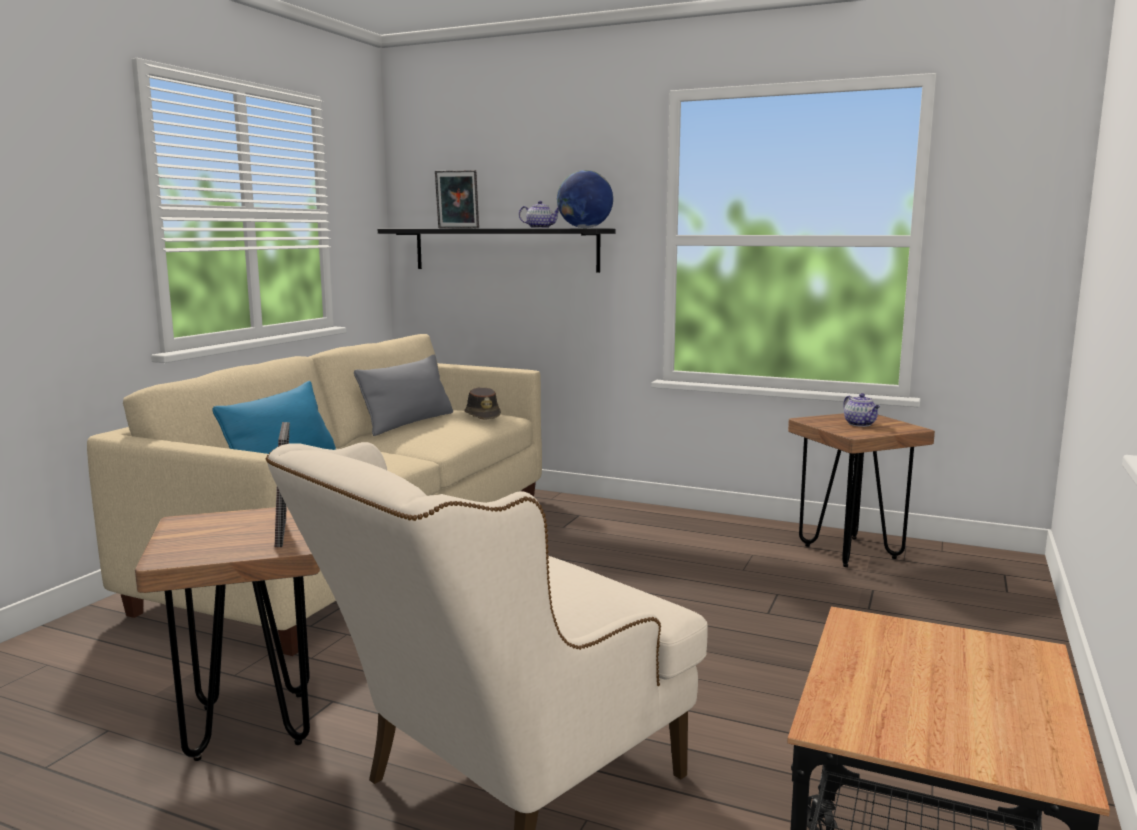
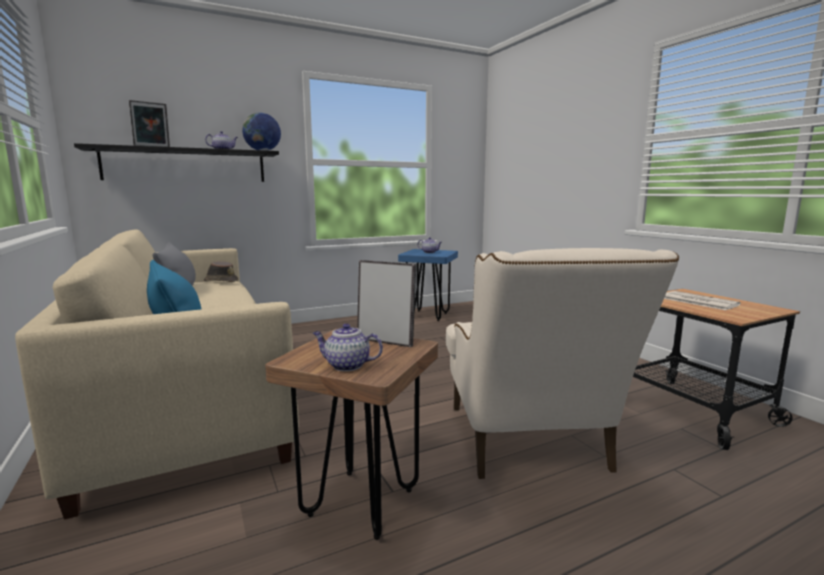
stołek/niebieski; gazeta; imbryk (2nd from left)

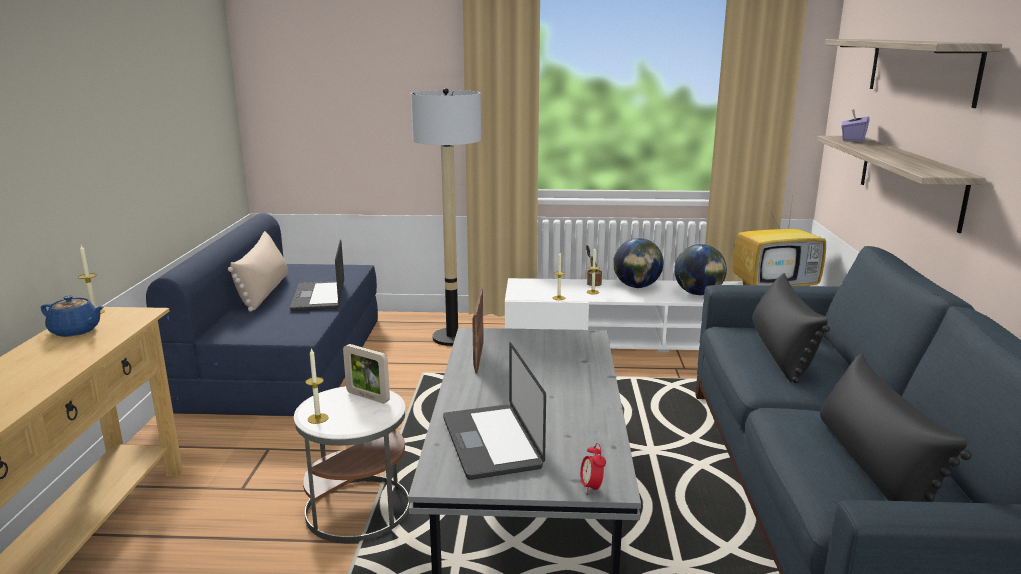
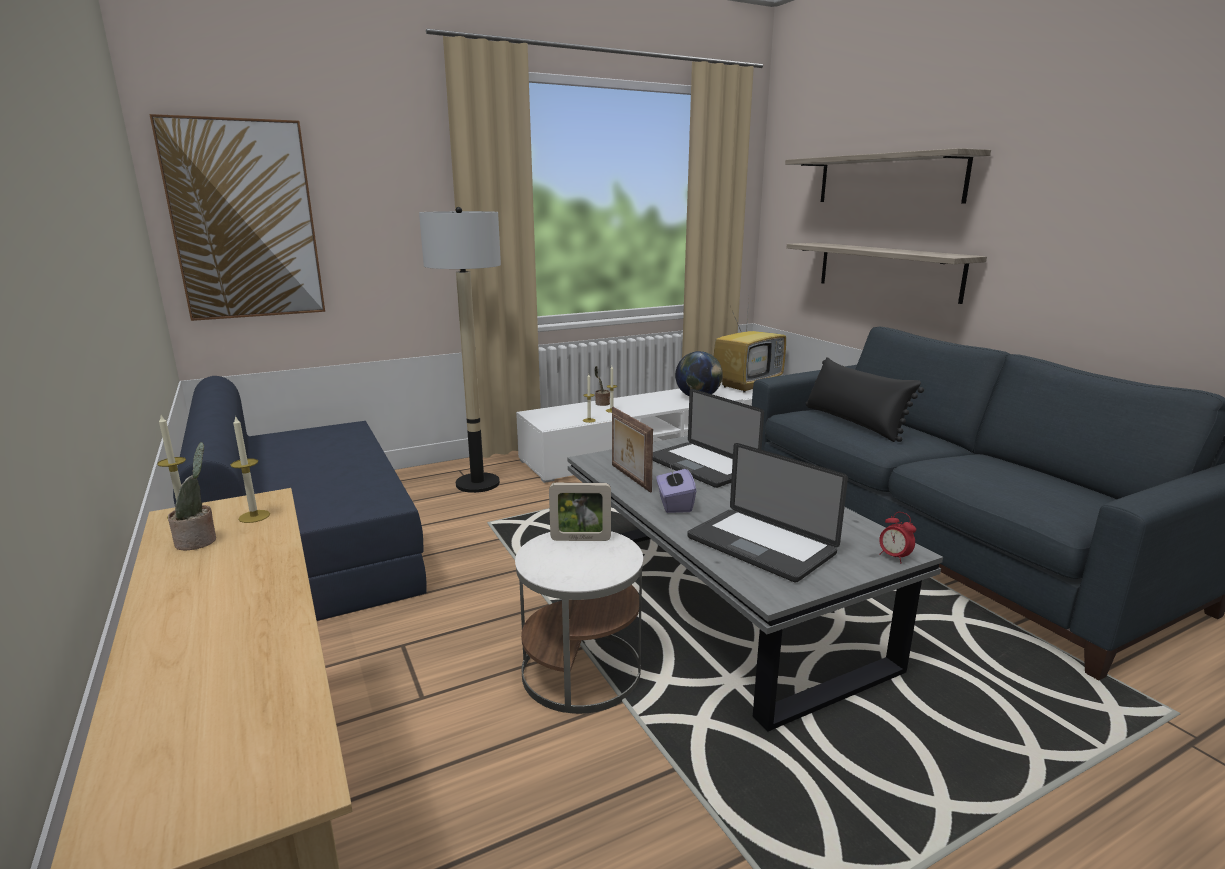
pudełko chusteczek/fioletowy; poduszka/beżowy; globus (1st from left in the first image); laptop (1st from left); roślina doniczkowa (1st from left); świeca (2nd from left); poduszka/czarny (2nd from left in the first image); obraz

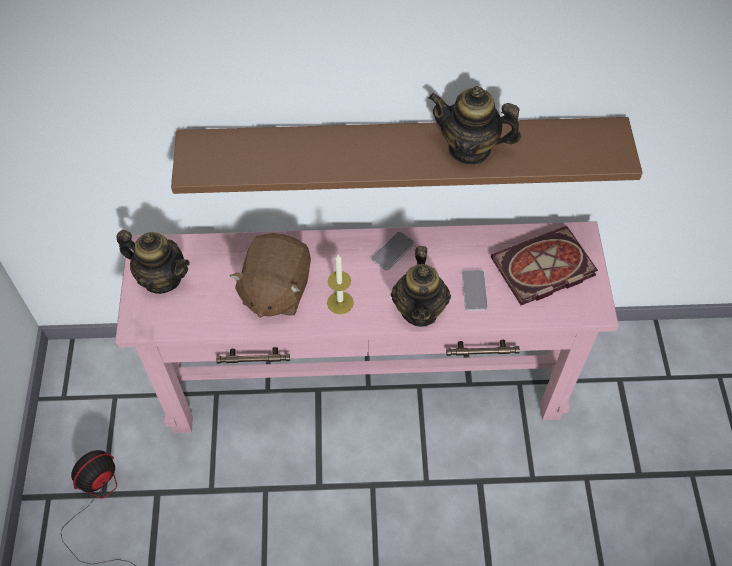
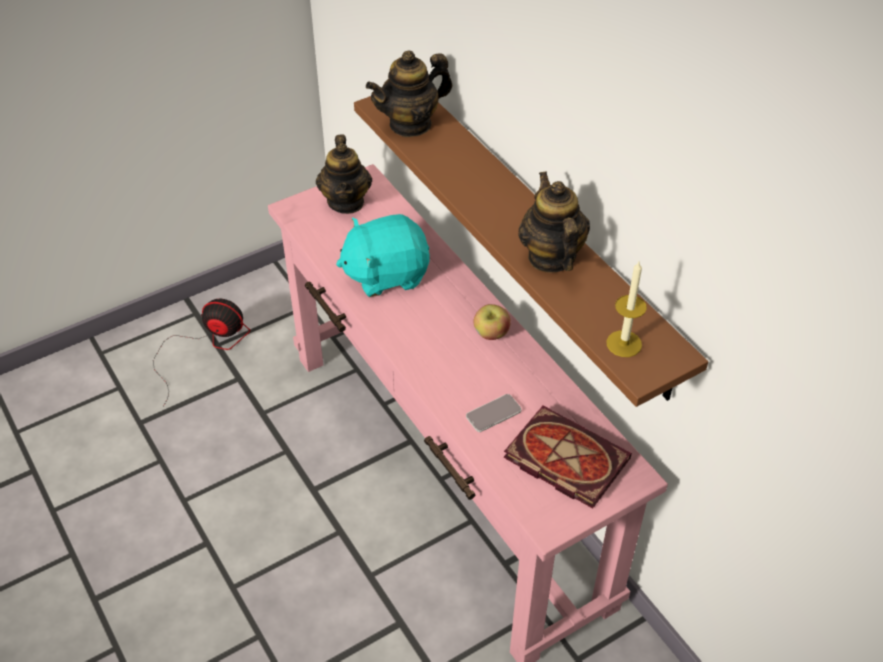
jabłko; pluszak/turkusowy; imbryk (2nd from left); świeca

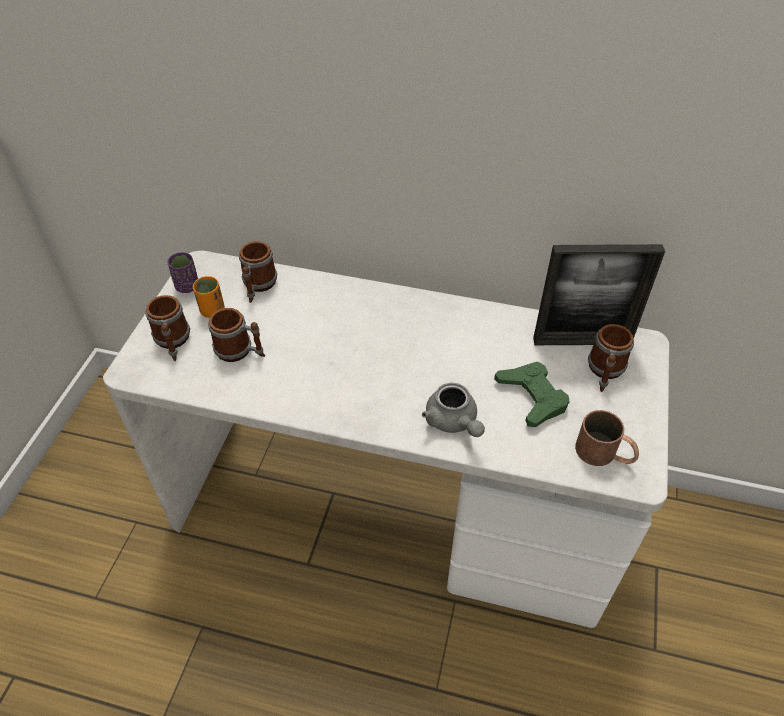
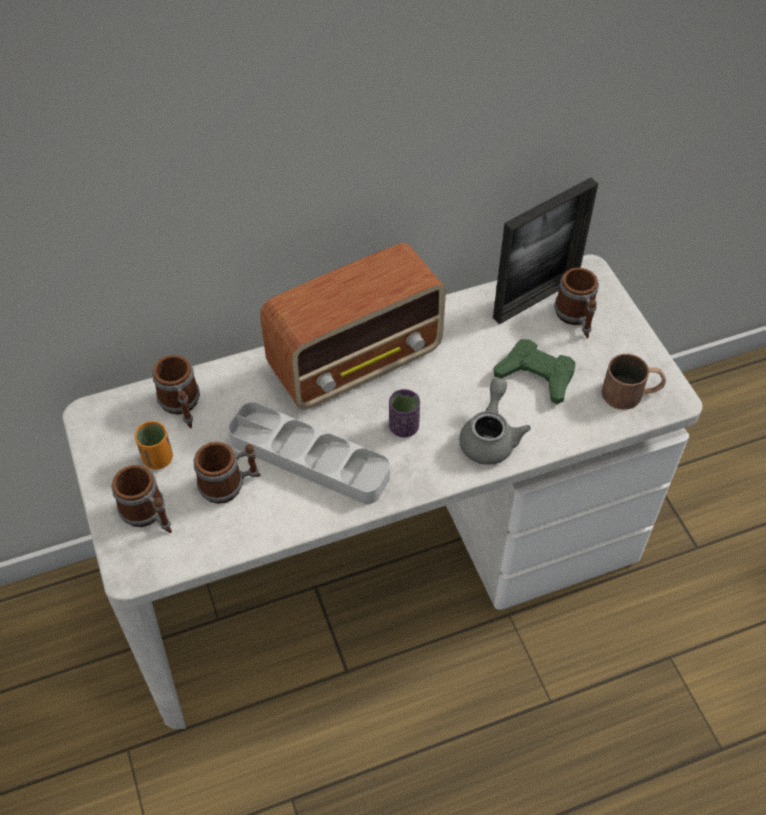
filiżanka/fioletowy; imbryk/szary; radio; taca/szary

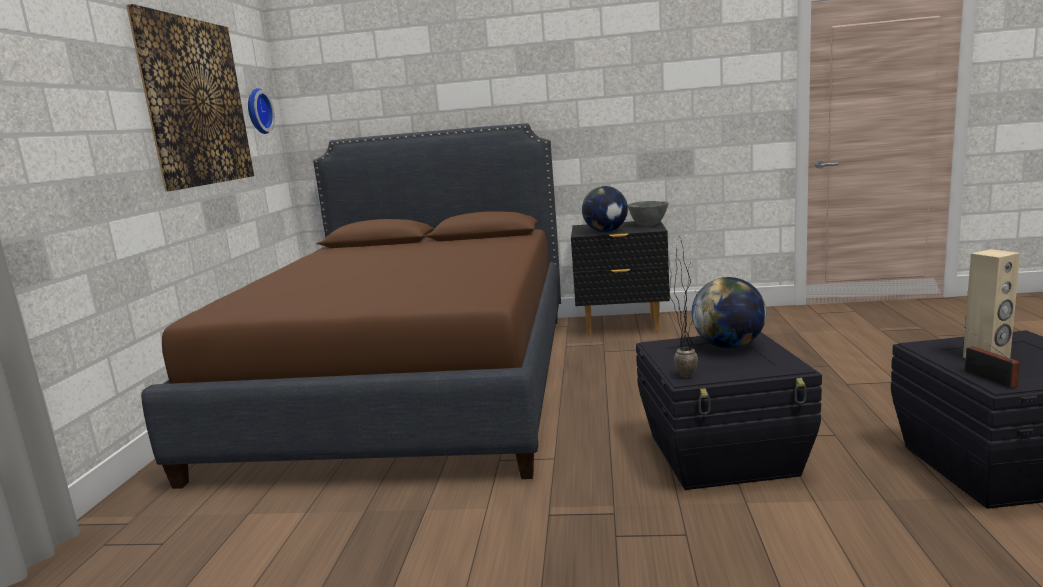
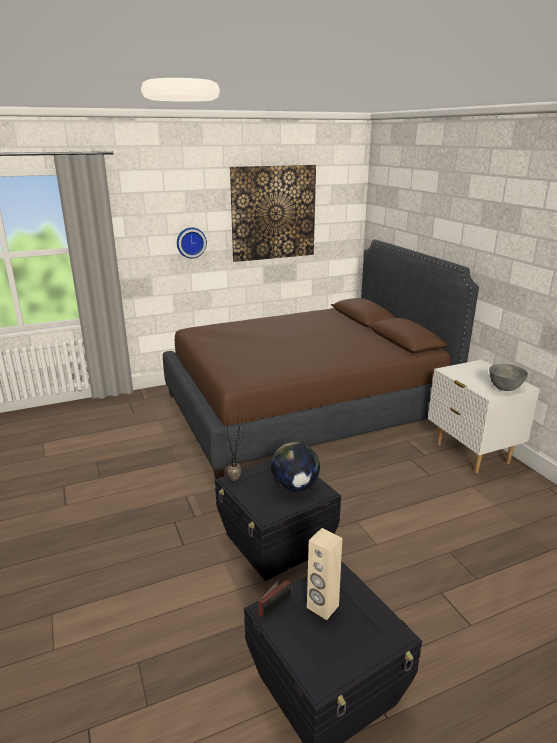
zegar ścienny; globus (1st from left in the first image); szafka nocna/biały

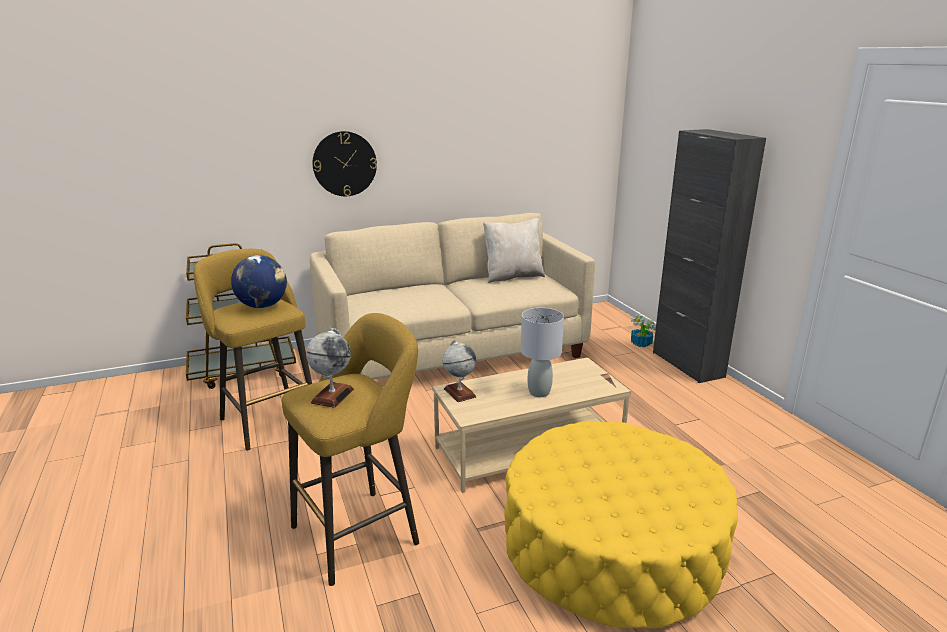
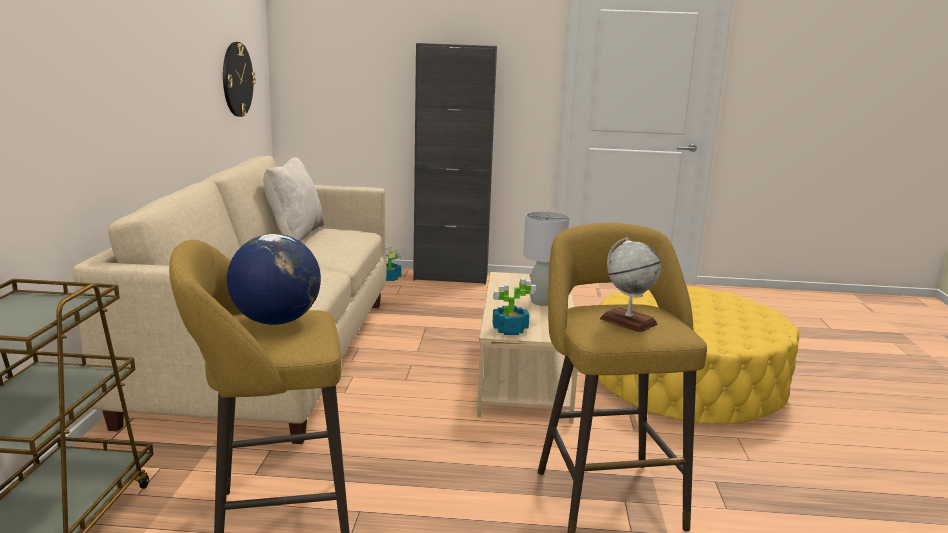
zegar ścienny; roślina doniczkowa (2nd from left)

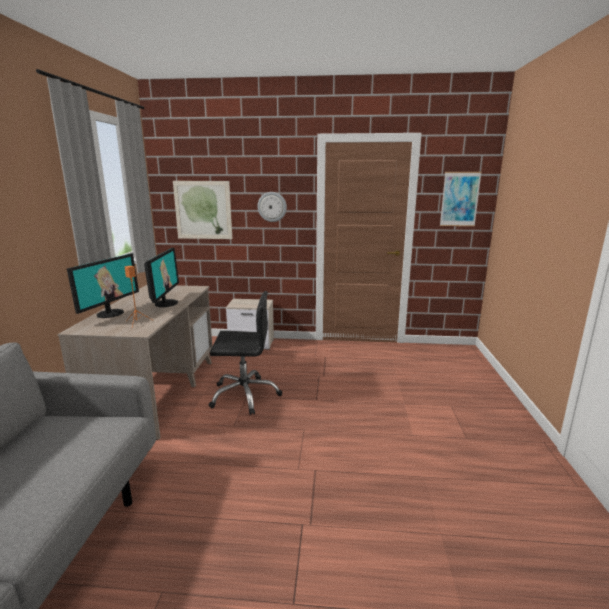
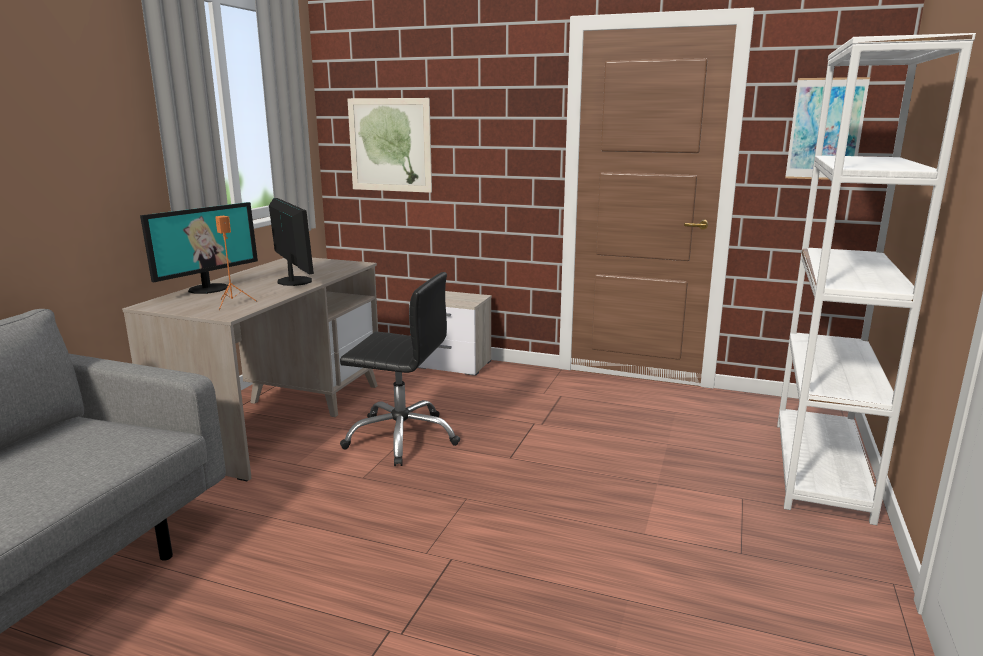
zegar ścienny; monitor (2nd from left); regał/biały

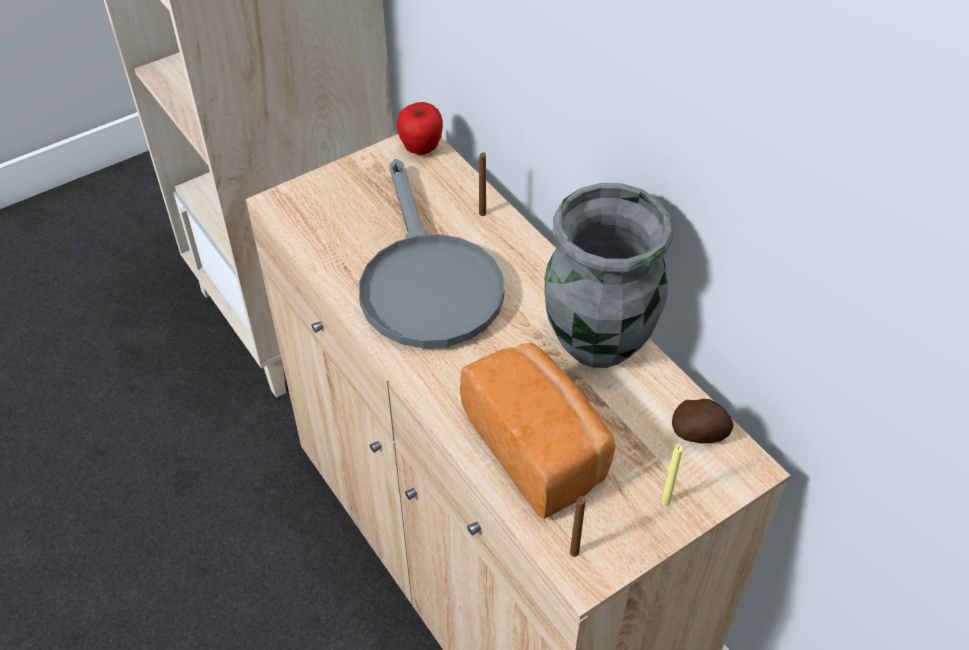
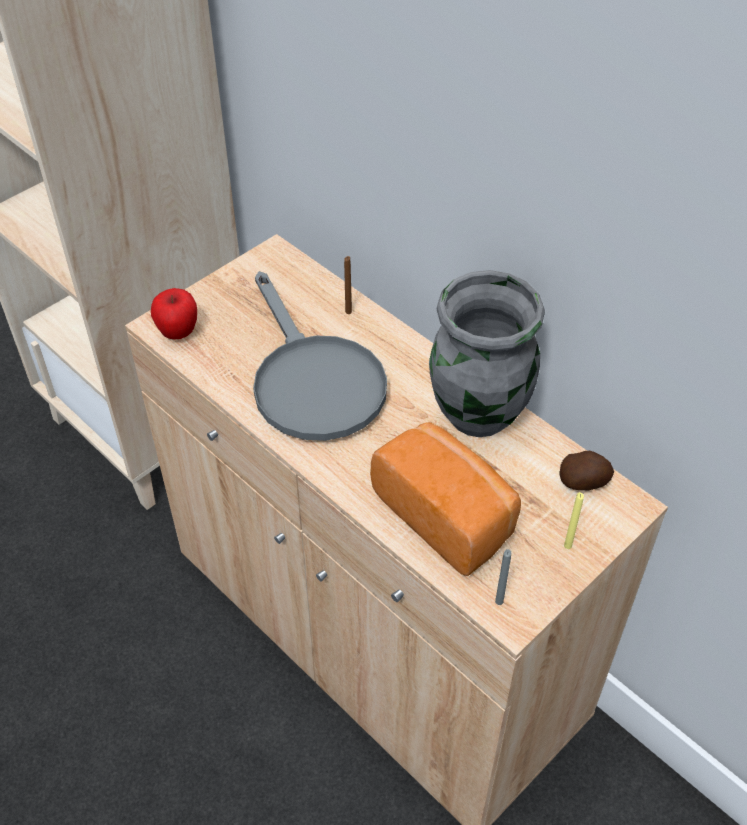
jabłko; świeca/szary

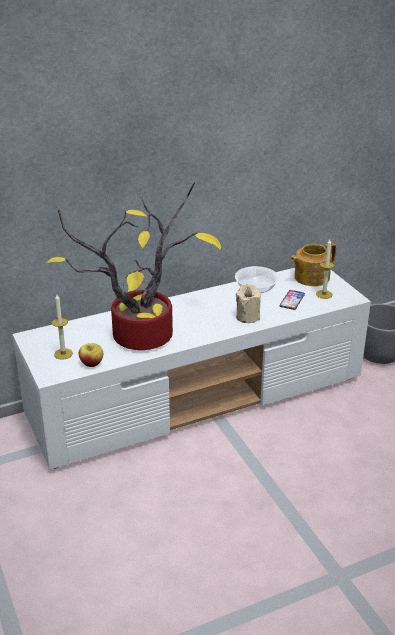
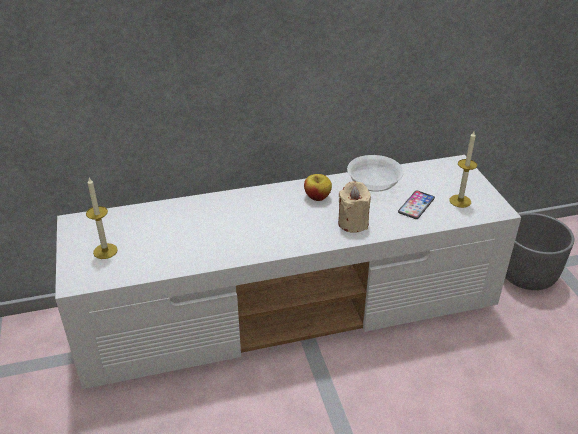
roślina doniczkowa; imbryk; jabłko

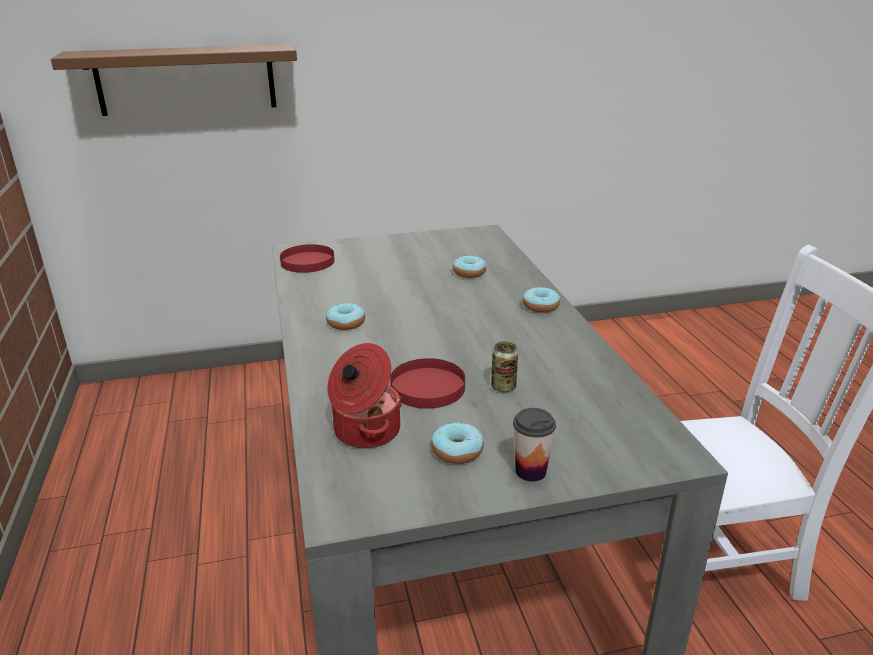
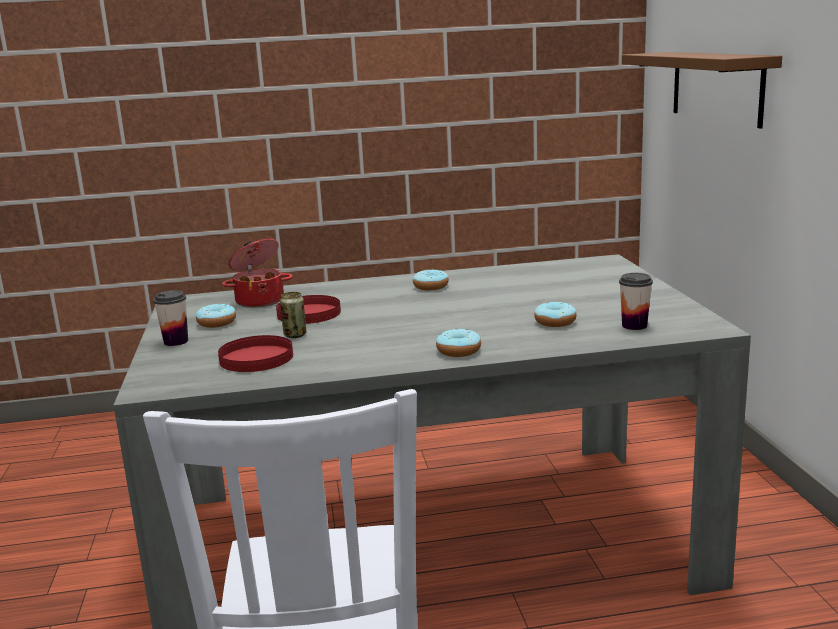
talerz/czerwony (1st from left); filiżanka (2nd from left)

